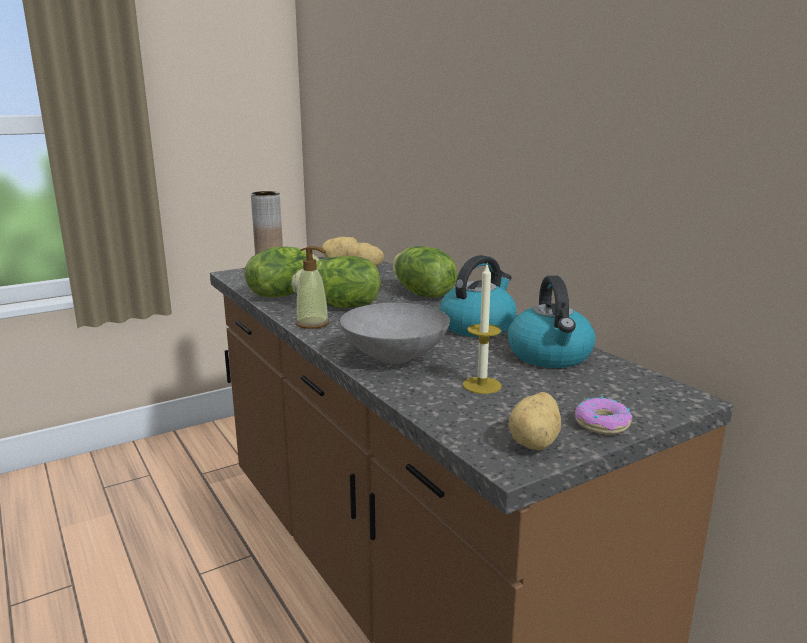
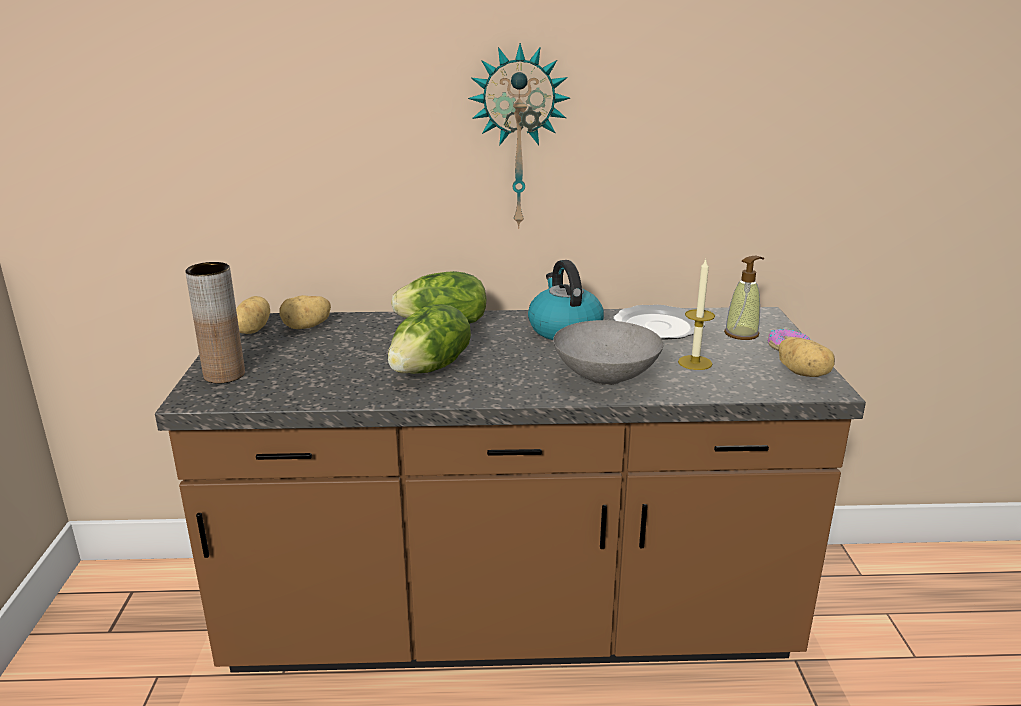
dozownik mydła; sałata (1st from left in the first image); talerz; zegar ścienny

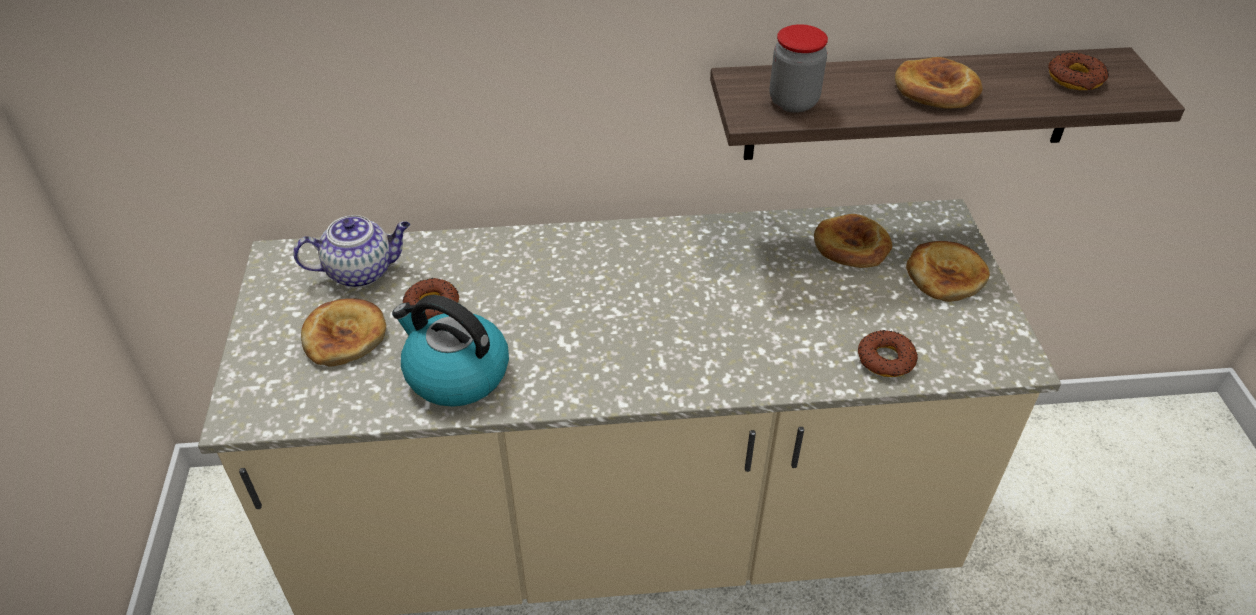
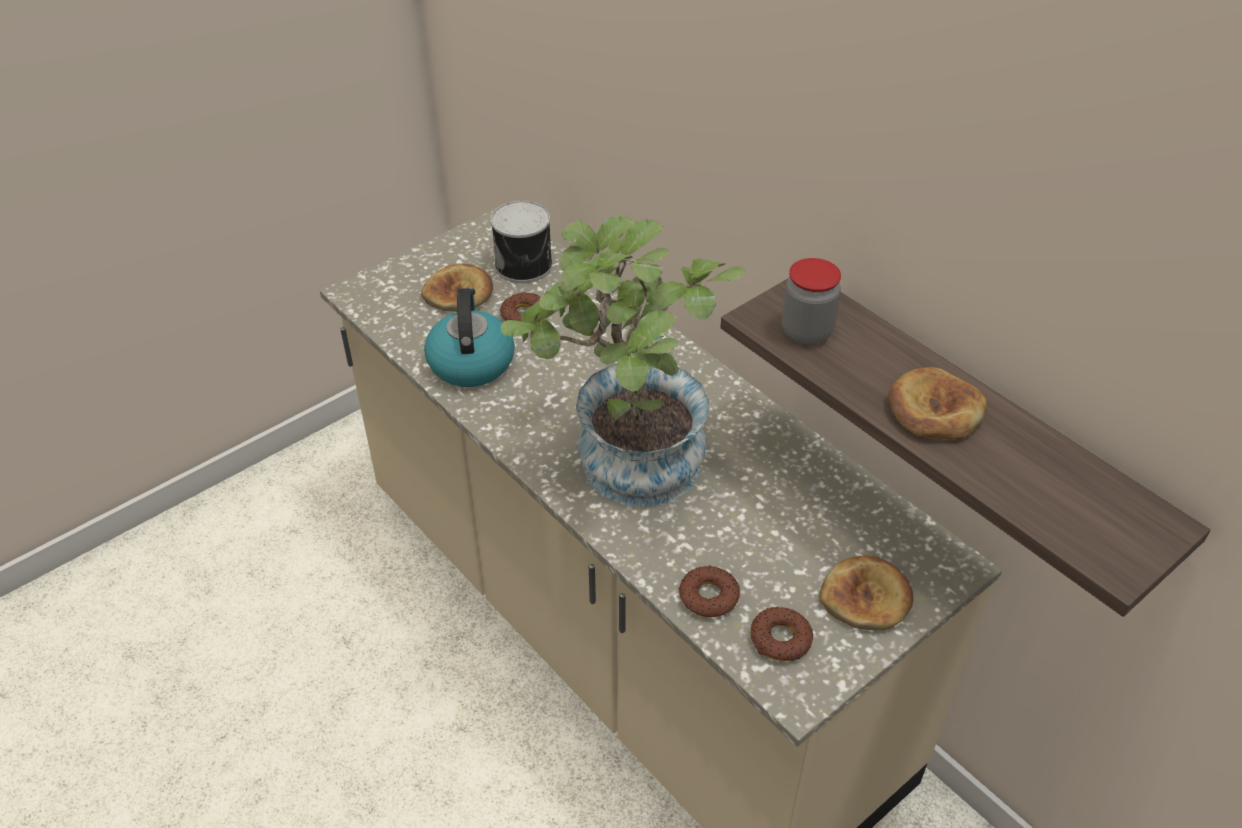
donut (3rd from left); chleb (2nd from left in the first image); puszka; roślina doniczkowa

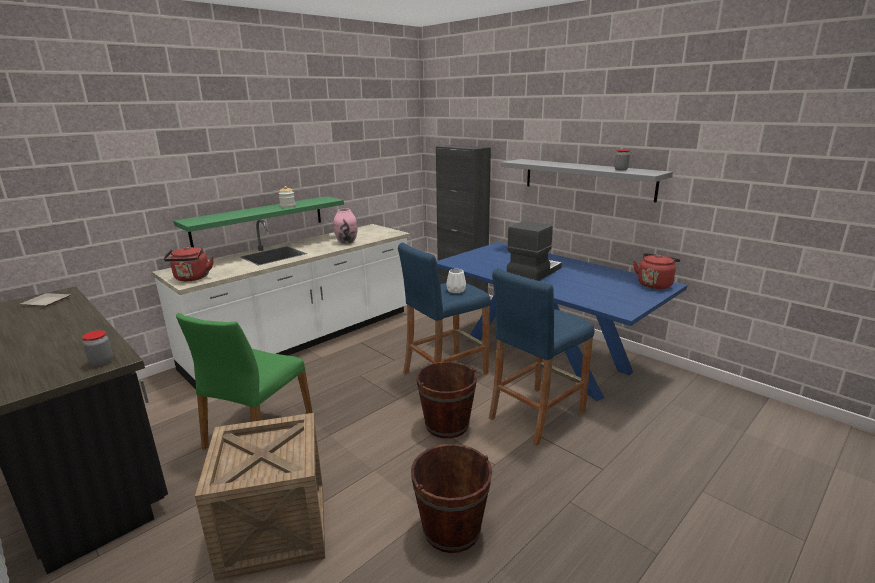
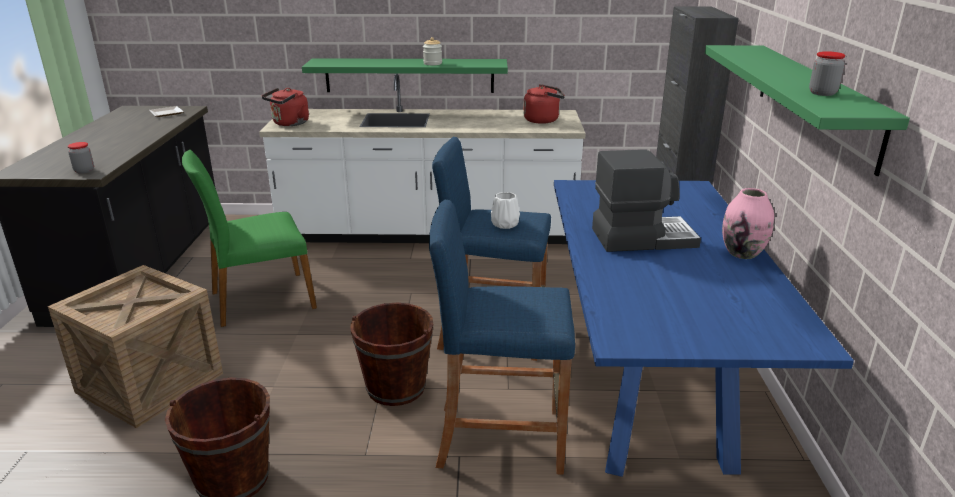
półka/zielony (2nd from left); wazon/różowy; czajnik/czerwony (2nd from left)

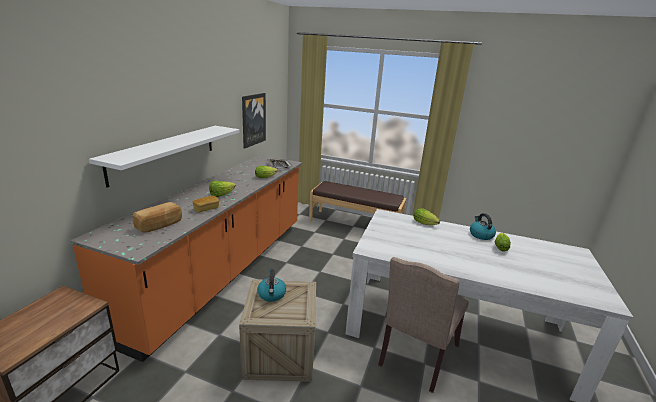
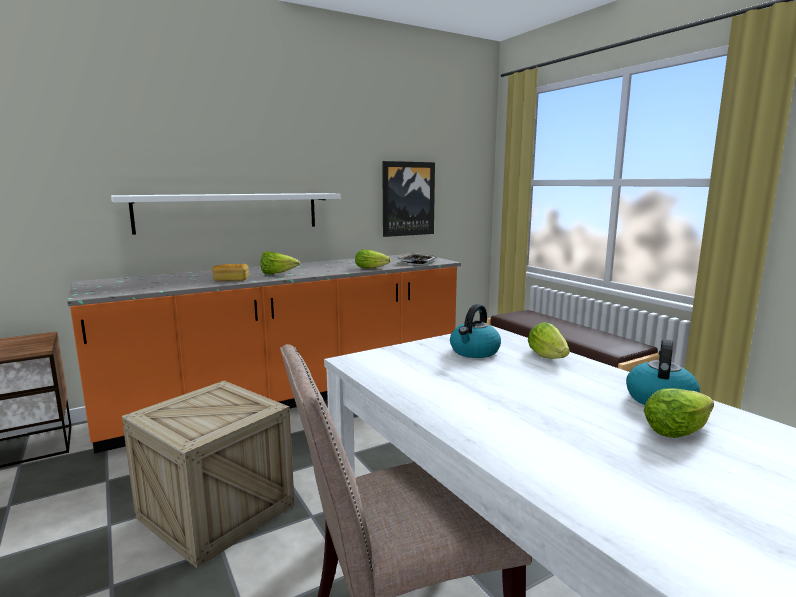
chleb (1st from left in the first image); czajnik (1st from left)

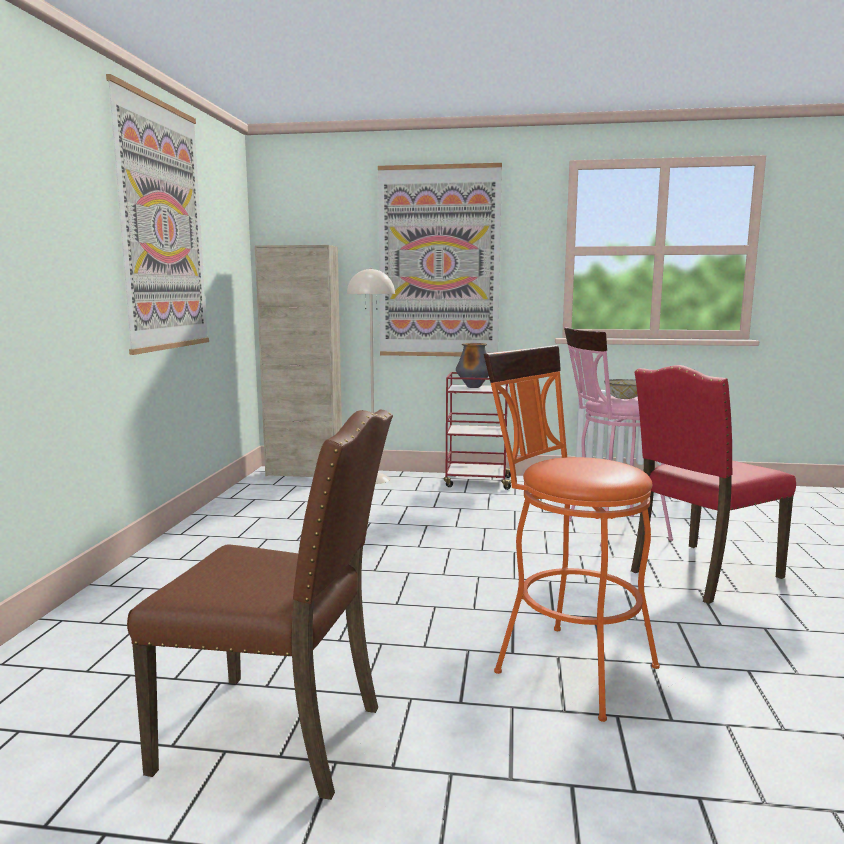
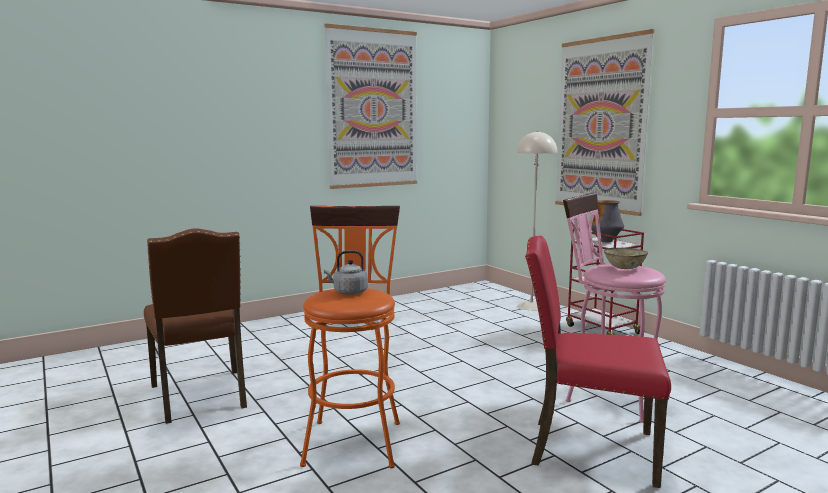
szafka/beżowy; czajnik/szary

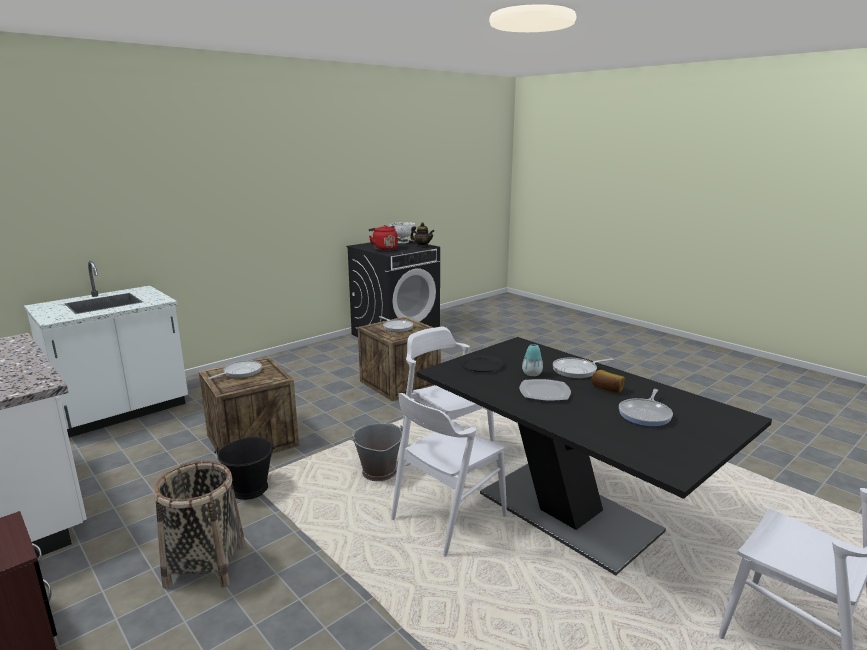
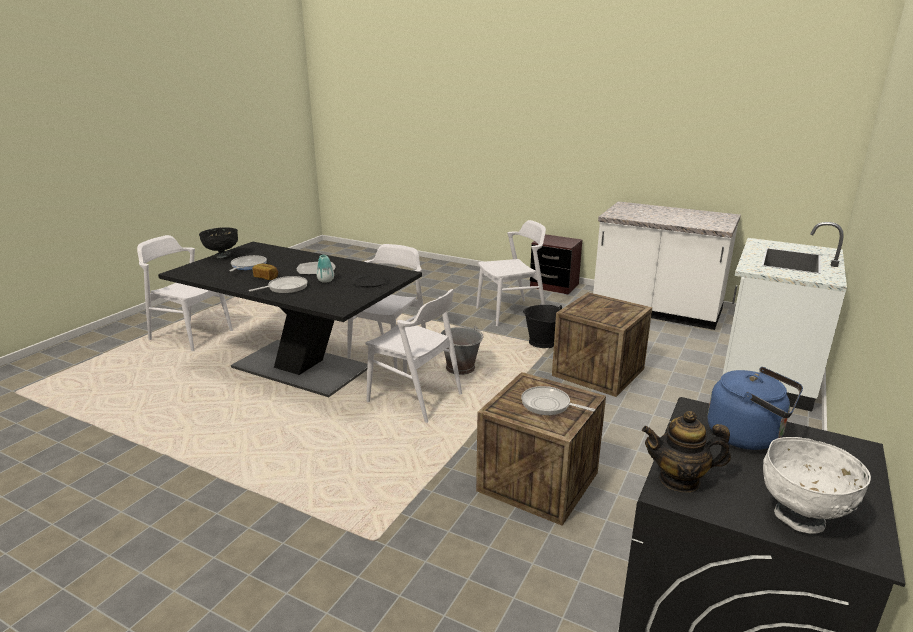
czajnik/niebieski; patelnia (1st from left in the first image); krzesło/biały (4th from left); miska/czarny

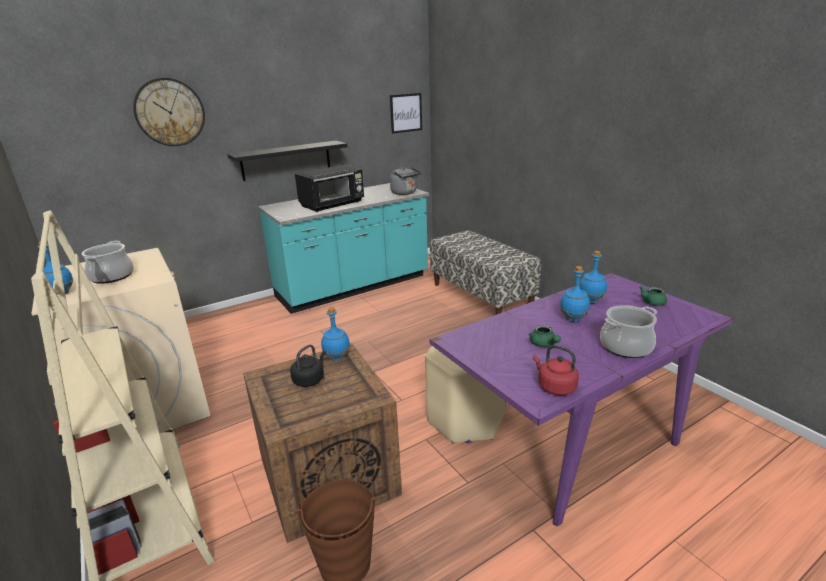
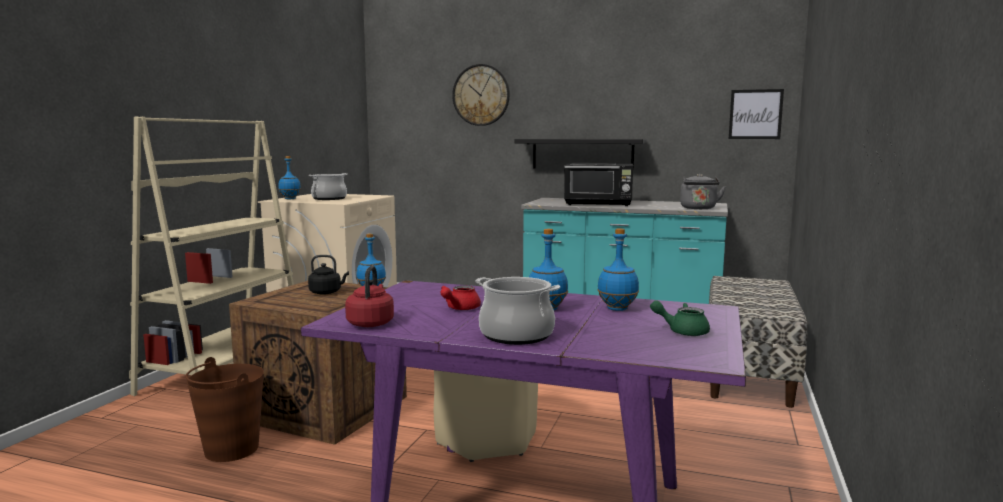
imbryk/czerwony

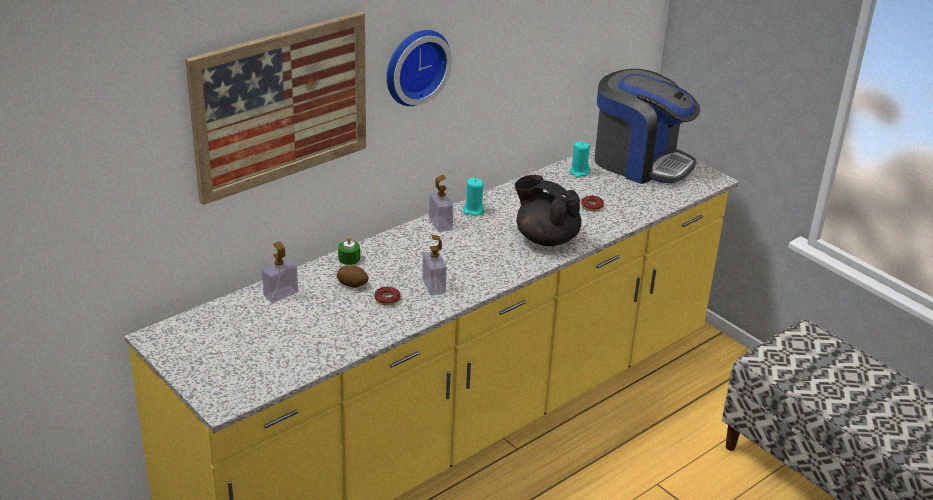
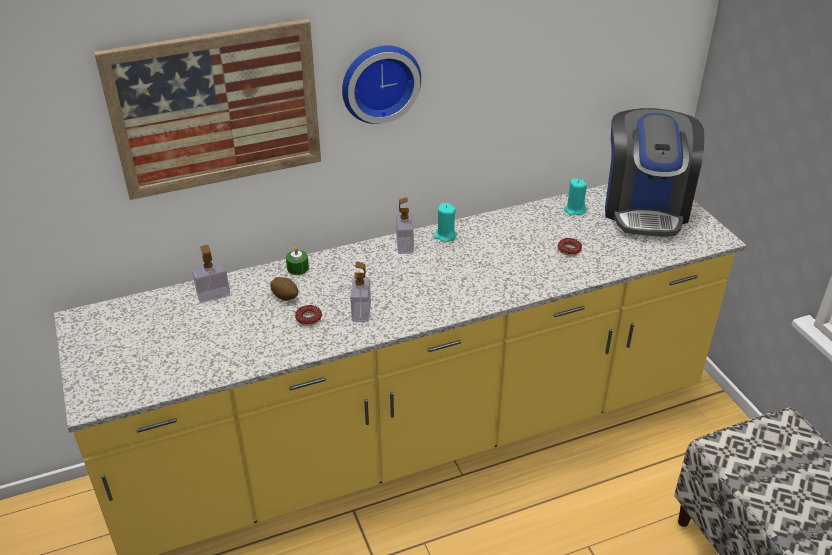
ekspres do kawy; imbryk/czarny

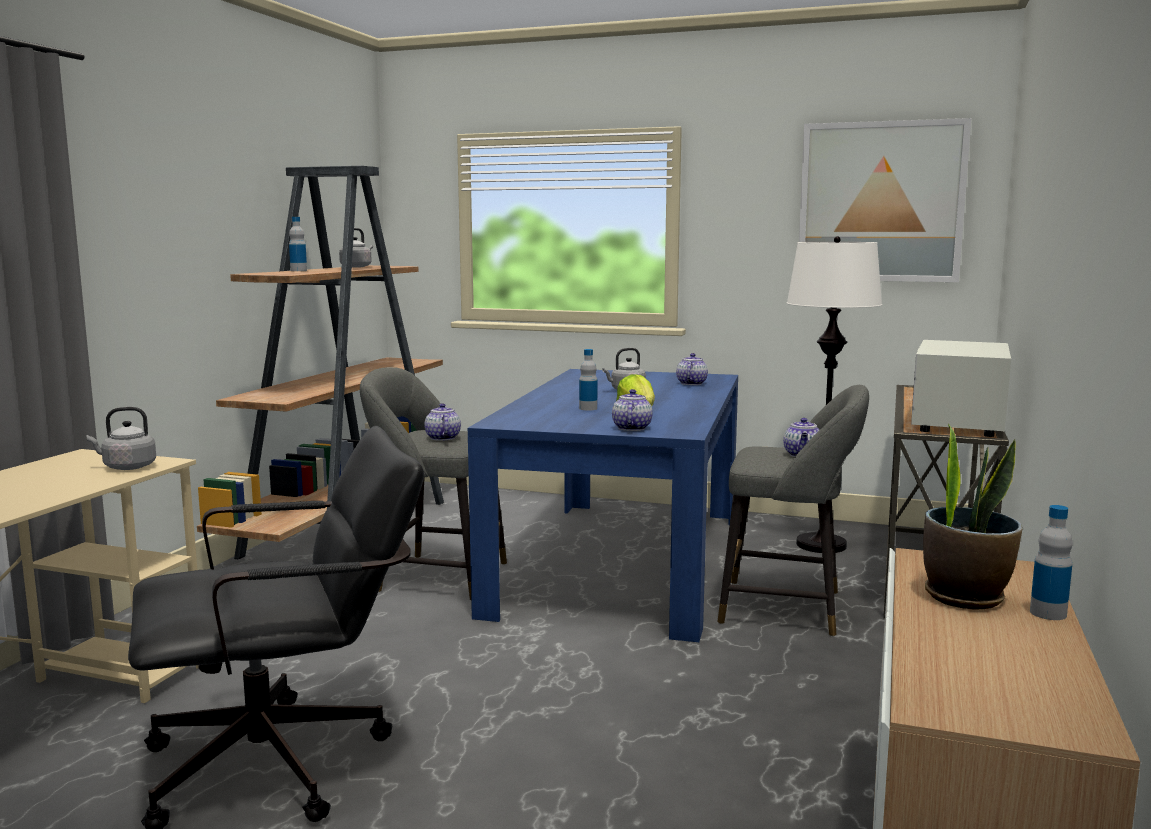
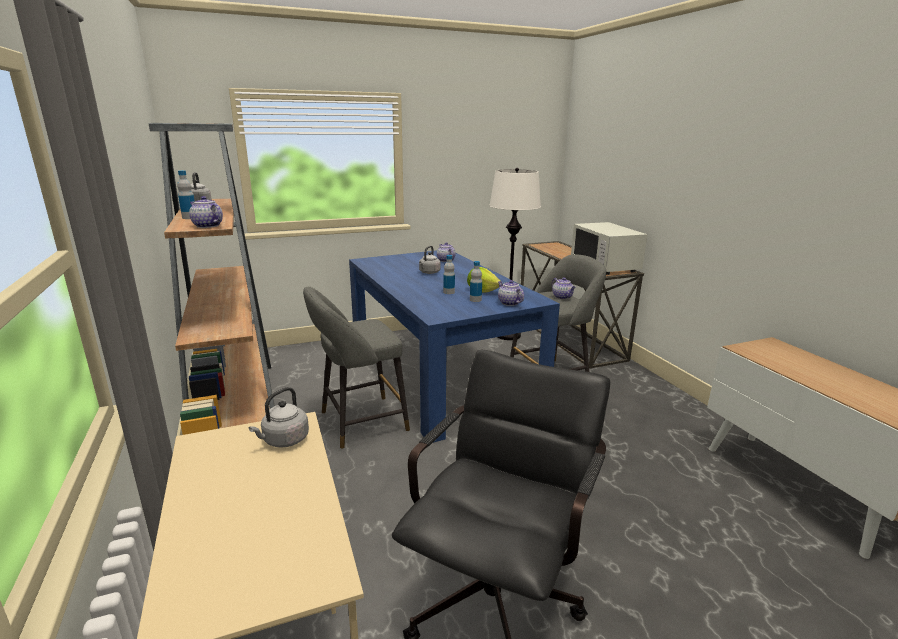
obraz; imbryk (1st from left); roślina doniczkowa; butelka (3rd from left)

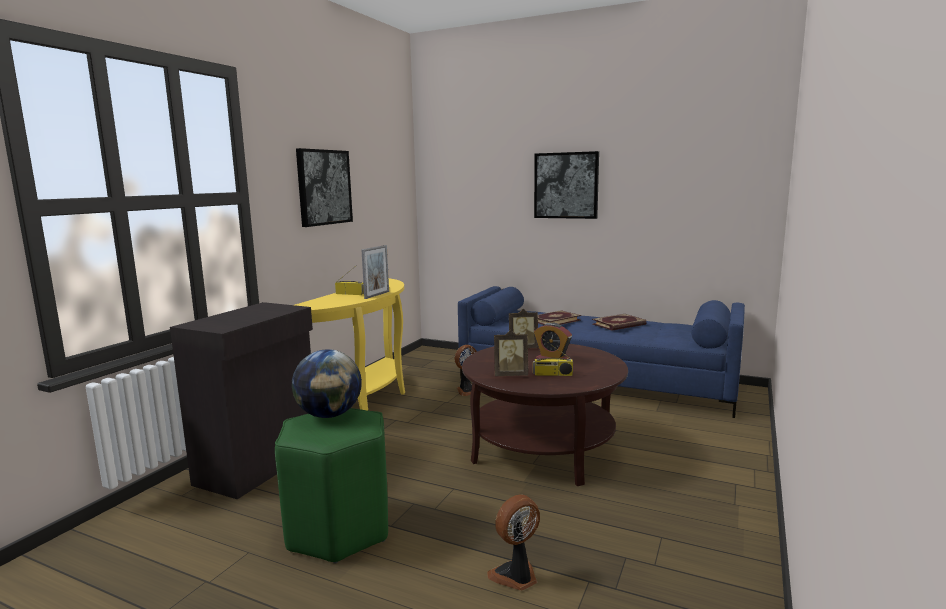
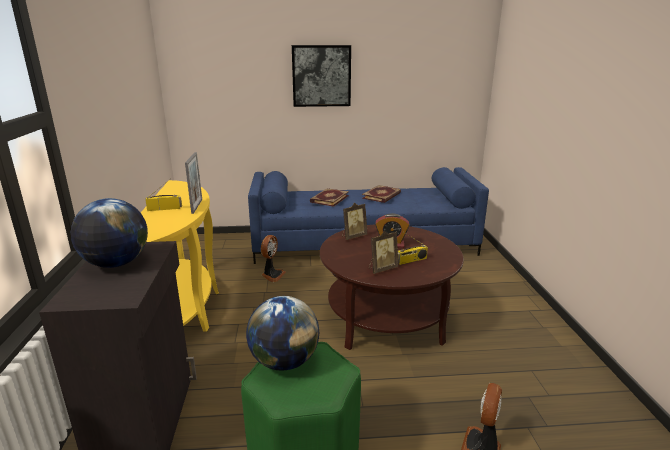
obraz (1st from left in the first image); globus (1st from left)

